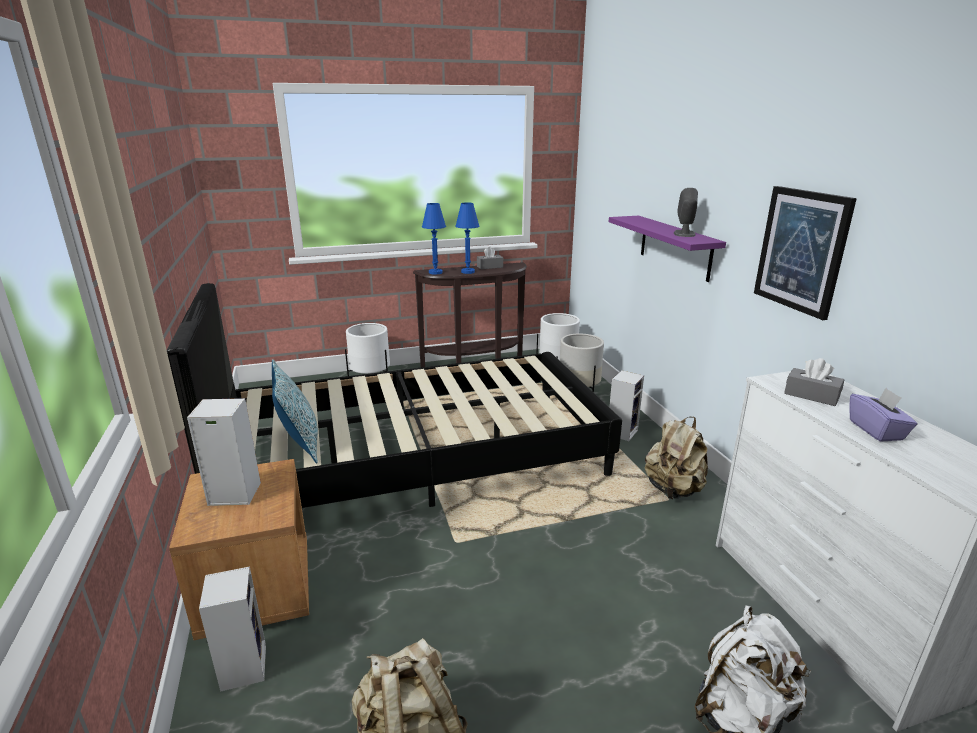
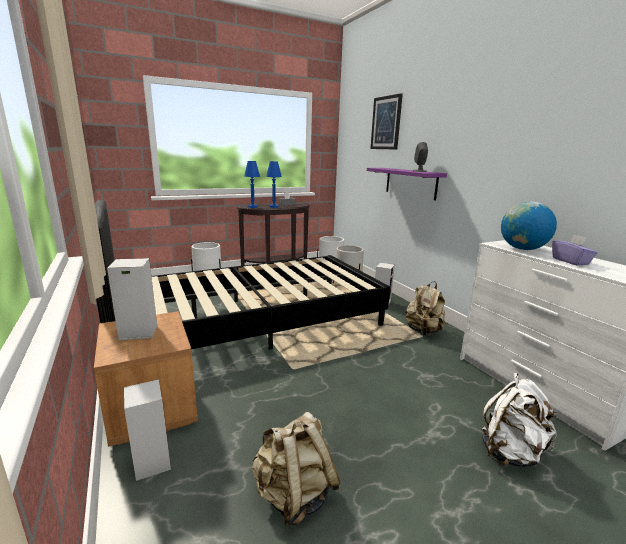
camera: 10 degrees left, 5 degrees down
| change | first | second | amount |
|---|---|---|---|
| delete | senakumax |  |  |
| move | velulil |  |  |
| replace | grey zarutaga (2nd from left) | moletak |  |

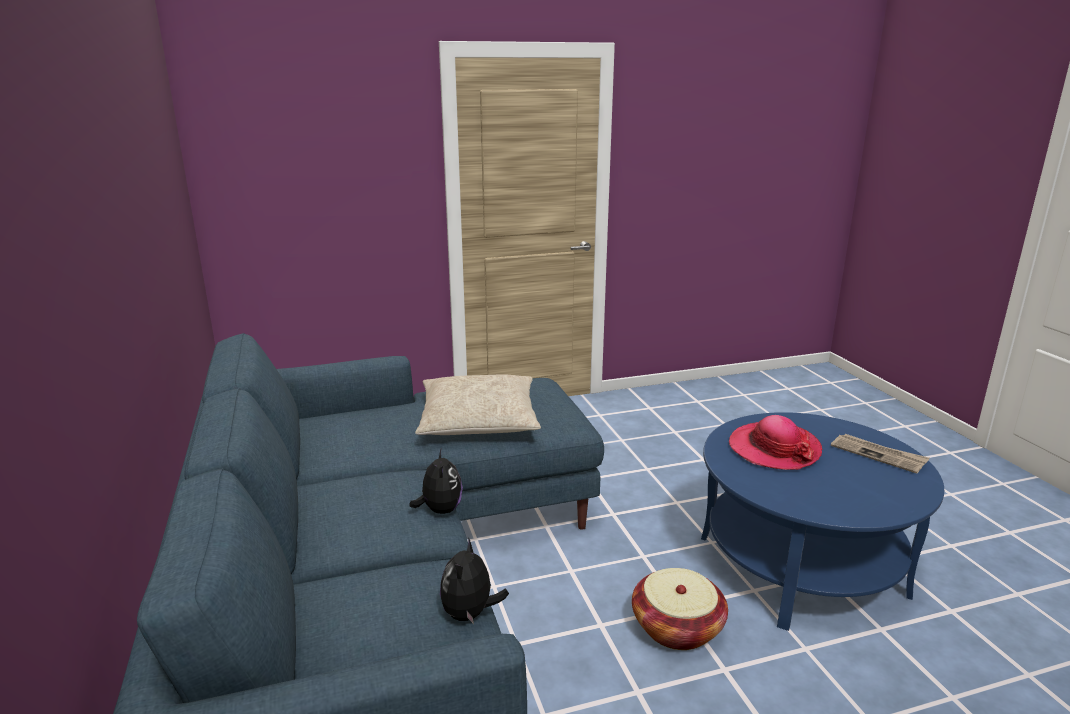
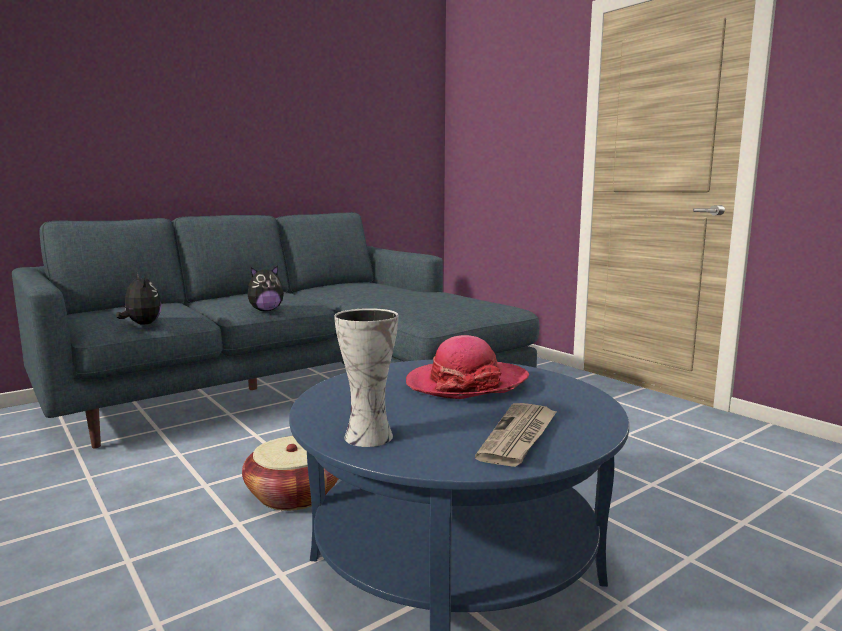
camera: 70 degrees right, 10 degrees down
| change | first | second | amount |
|---|---|---|---|
| delete | beige senakumax |  |  |
| rotate | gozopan (2nd from left in the first image) | gozopan (1st from left) | 60 degrees clockwise |
| insert |  | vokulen |  |

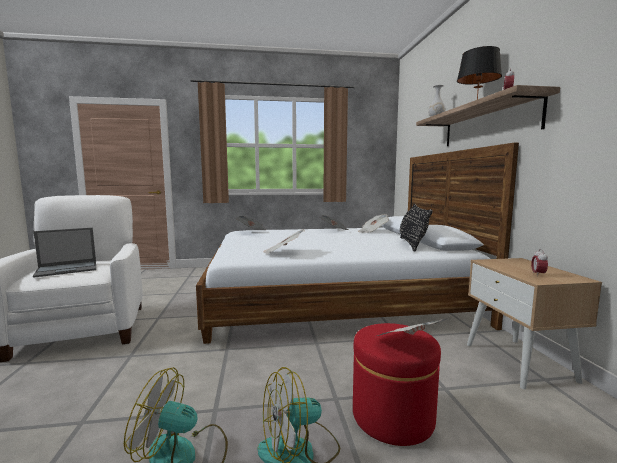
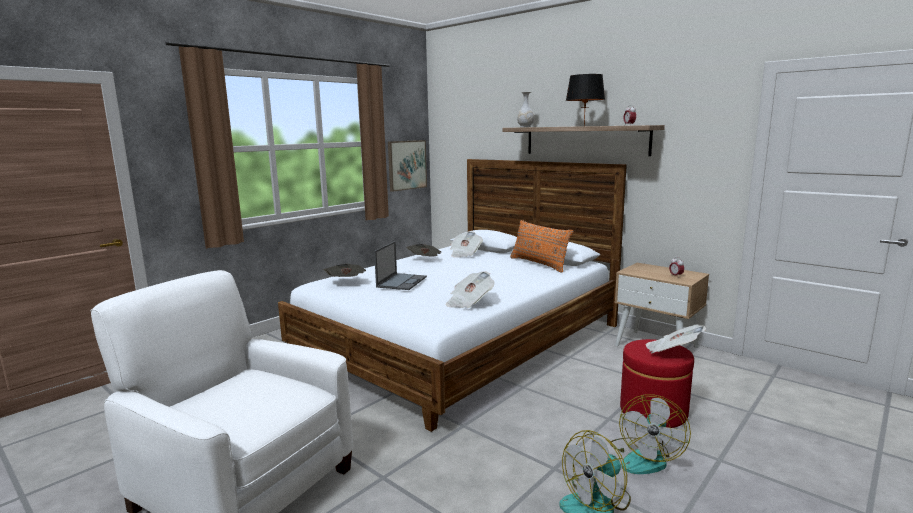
camera: 40 degrees left, 5 degrees up
| change | first | second | amount |
|---|---|---|---|
| move | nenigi |  |  |
| recolor | black senakumax | orange senakumax |  |
| insert |  | velulil |  |

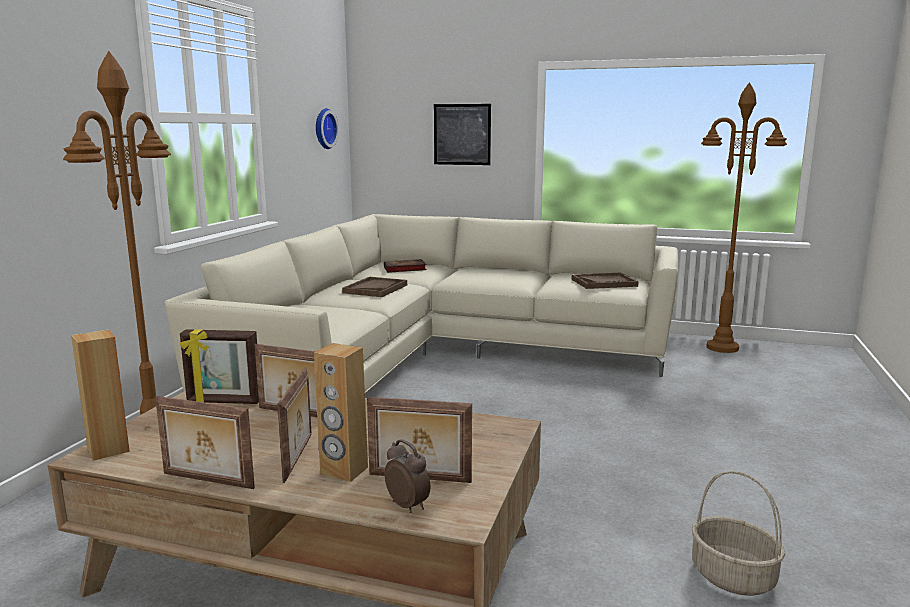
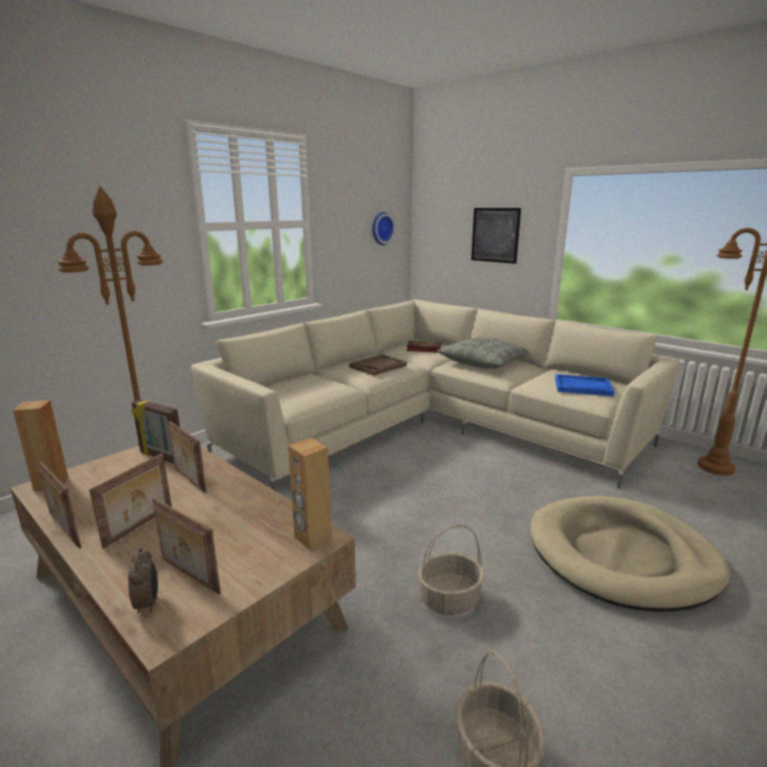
camera: 25 degrees right, 5 degrees up
| change | first | second | amount |
|---|---|---|---|
| move | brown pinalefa (2nd from left) |  |  |
| recolor | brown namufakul (2nd from left) | blue namufakul |  |
| insert |  | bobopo (1st from left) |  |
| insert |  | grey senakumax |  |
| insert |  | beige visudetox |  |

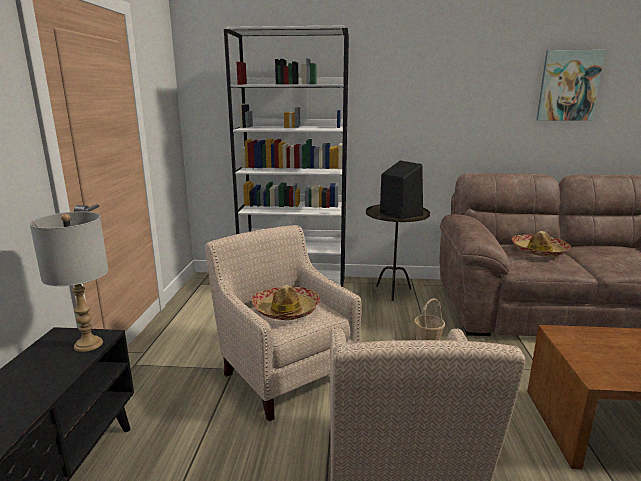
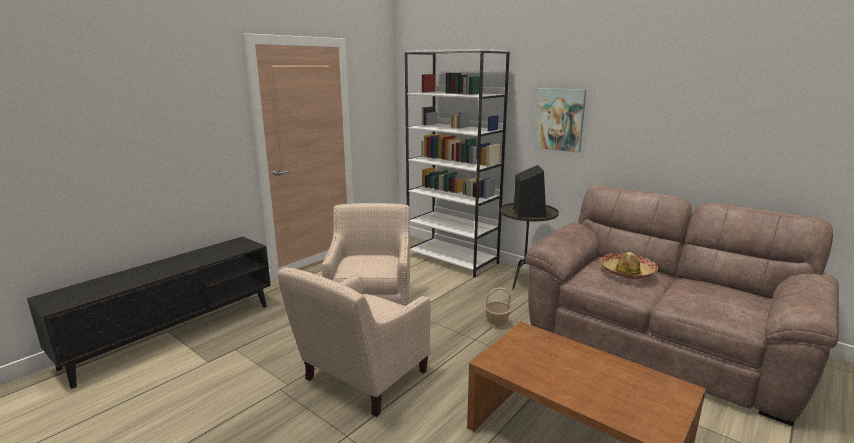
camera: 35 degrees right, 0 degrees up
| change | first | second | amount |
|---|---|---|---|
| delete | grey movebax |  |  |
| delete | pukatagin (1st from left) |  |  |
| move | velulil |  |  |

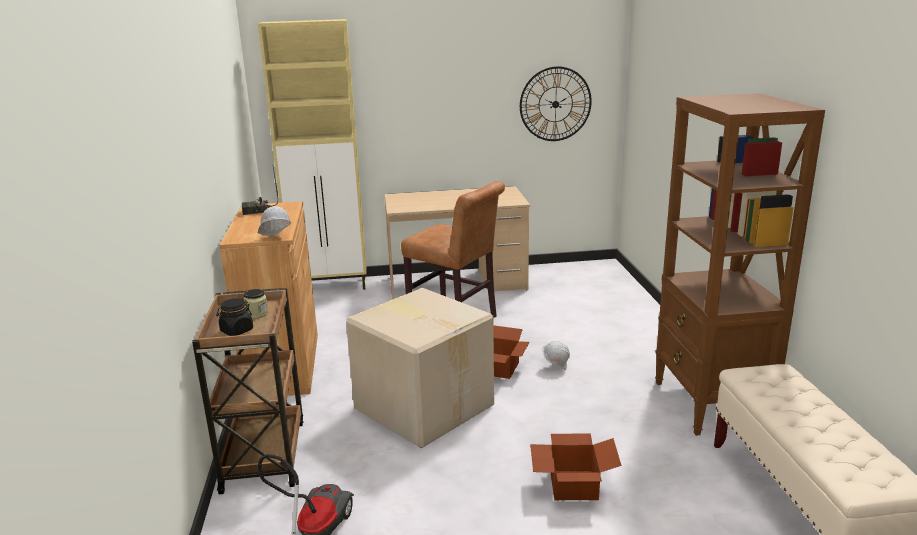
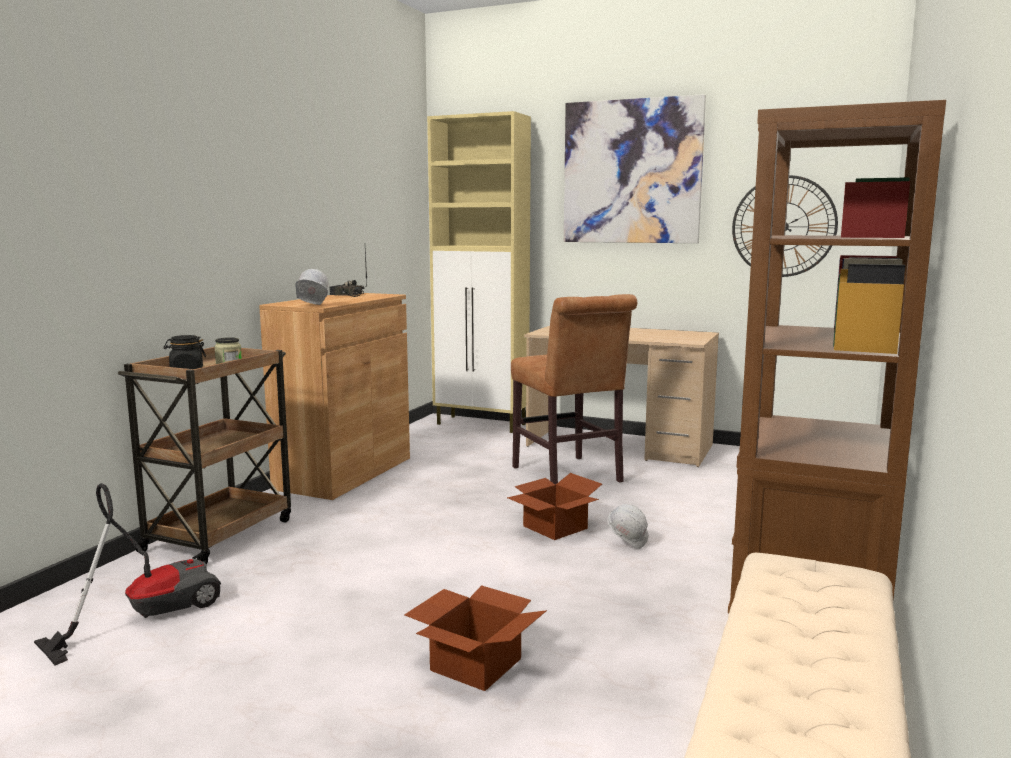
camera: 30 degrees right, 10 degrees down
| change | first | second | amount |
|---|---|---|---|
| delete | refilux (1st from left) |  |  |
| insert |  | velulil |  |

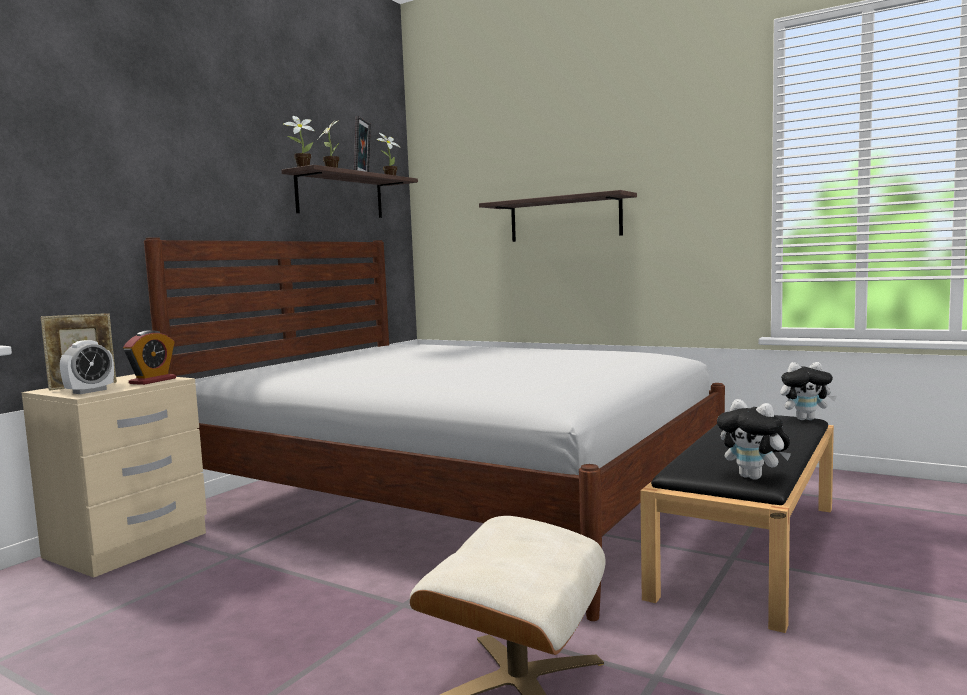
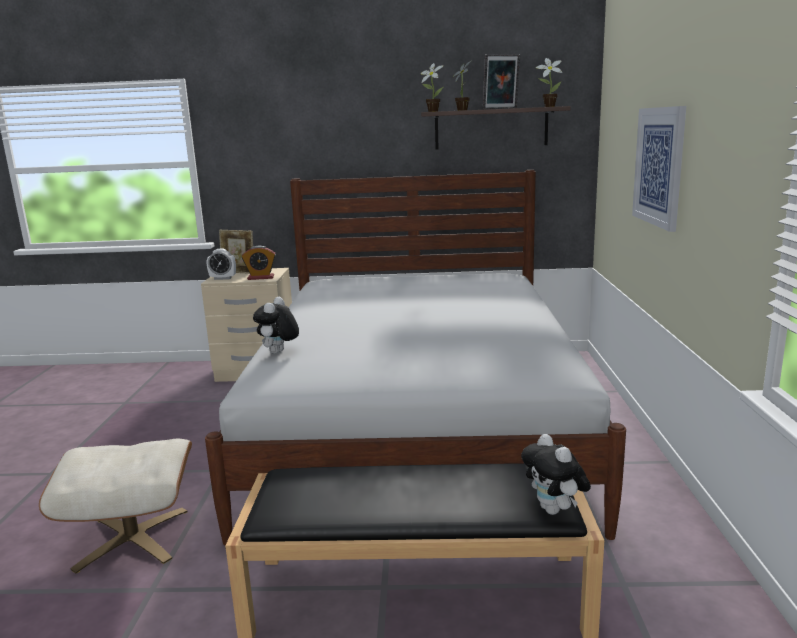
camera: 60 degrees right, 10 degrees up
| change | first | second | amount |
|---|---|---|---|
| replace | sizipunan (2nd from left) | velulil |  |
| move | gozopan (1st from left) |  |  |

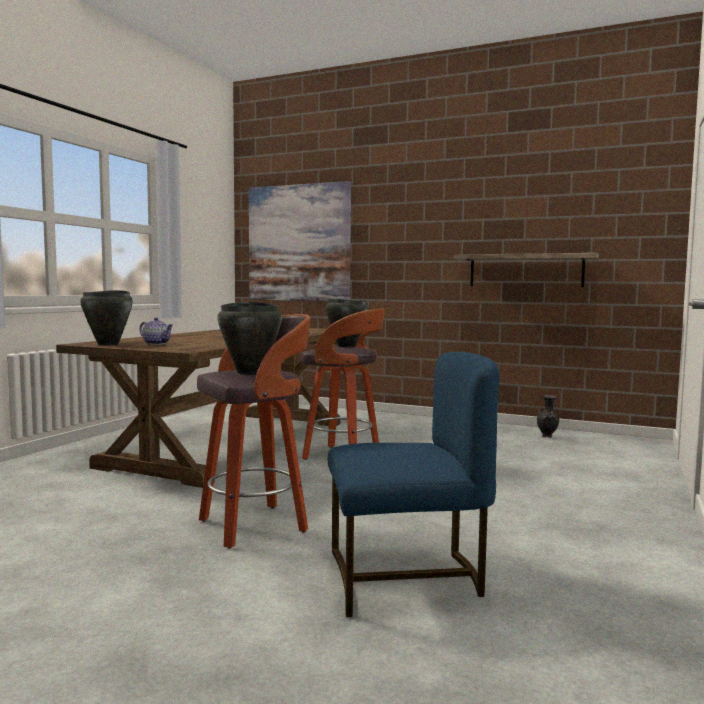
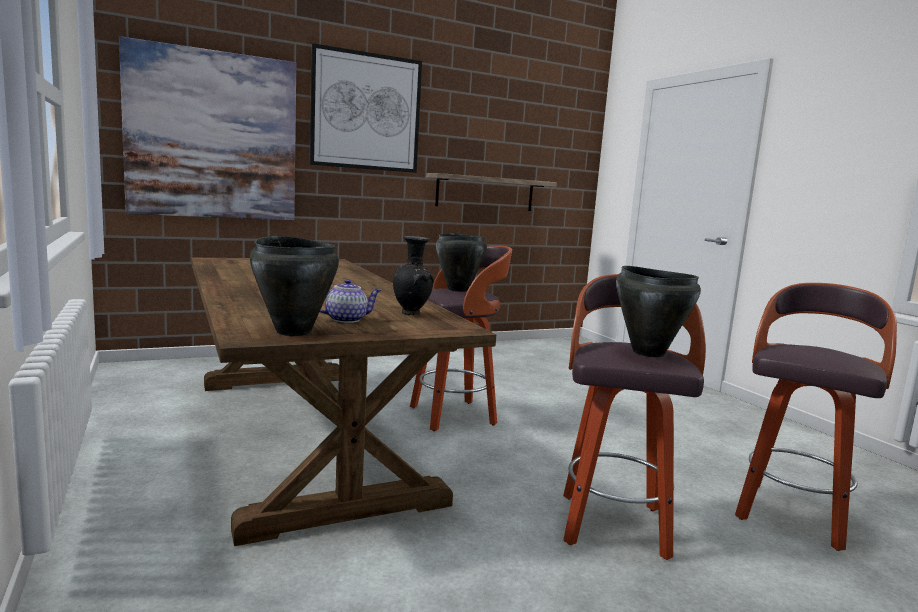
camera: 50 degrees left, 5 degrees up
| change | first | second | amount |
|---|---|---|---|
| replace | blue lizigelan | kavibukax (3rd from left) |  |
| move | black vokulen |  |  |
| insert |  | velulil (2nd from left) |  |

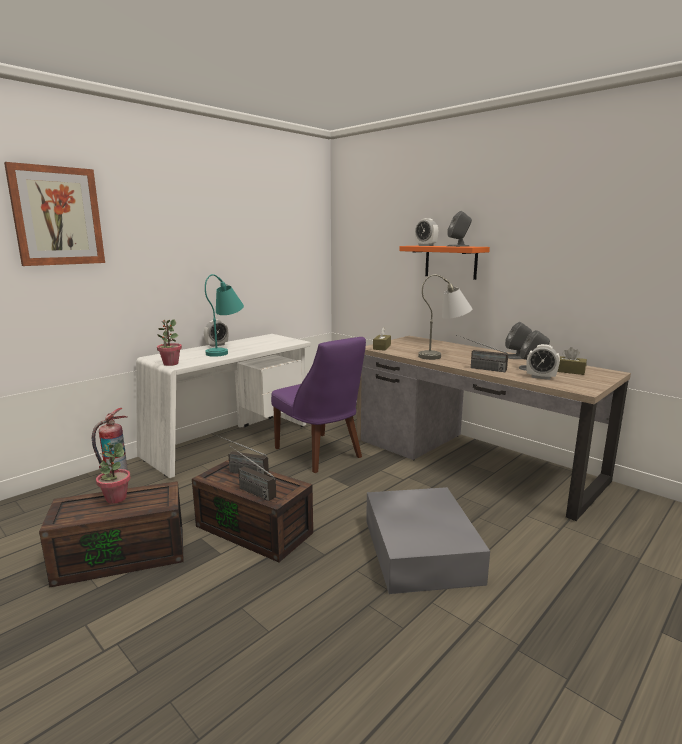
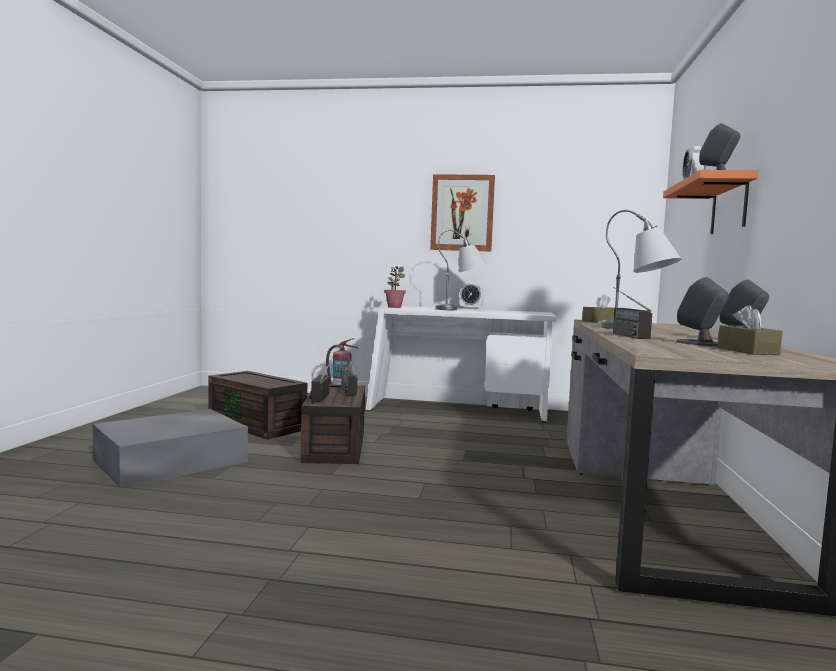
camera: 55 degrees right, 10 degrees down
| change | first | second | amount |
|---|---|---|---|
| move | velulil |  |  |
| delete | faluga (1st from left) |  |  |
| recolor | turquoise movebax | grey movebax (1st from left) |  |
| delete | purple lizigelan |  |  |
| move | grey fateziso |  |  |
| delete | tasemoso (3rd from left) |  |  |

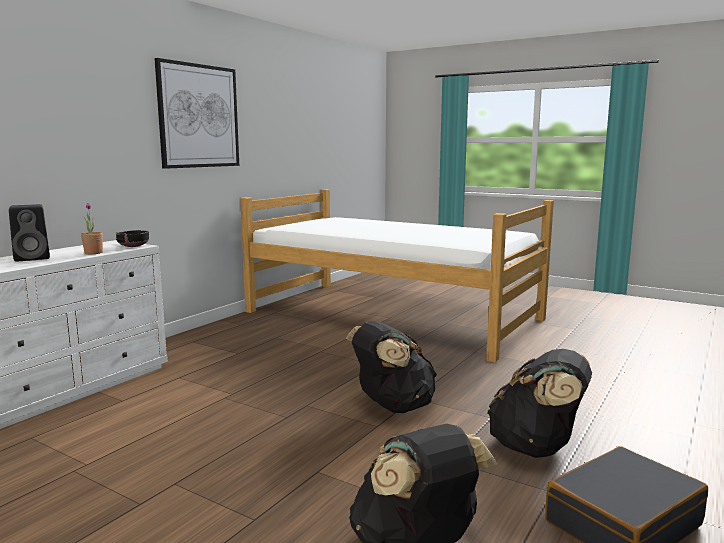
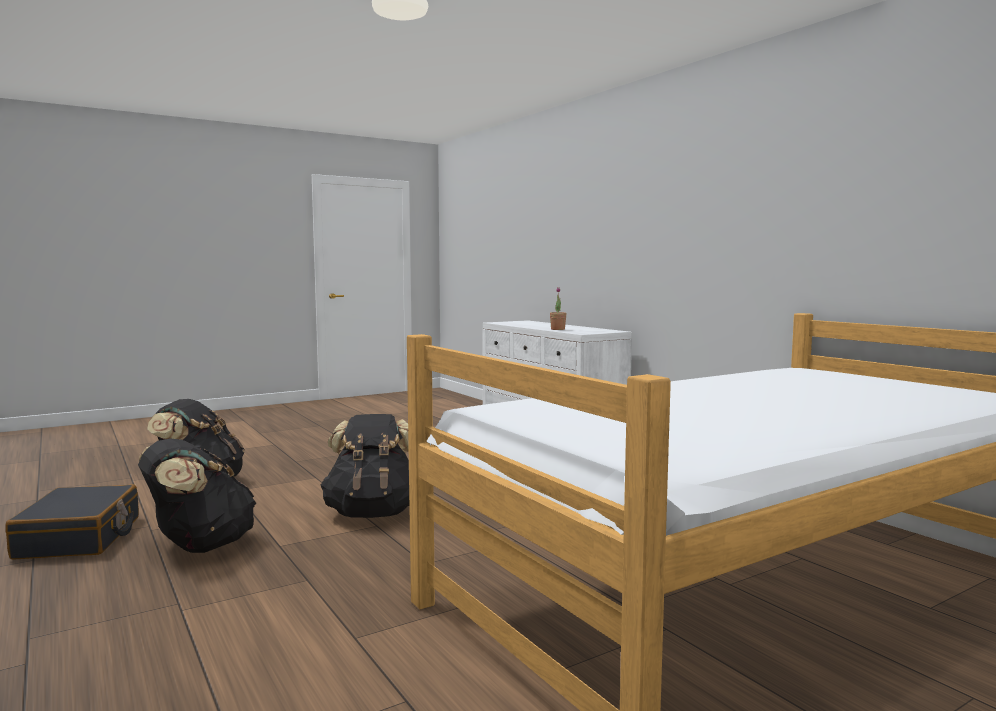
camera: 115 degrees right, 5 degrees down
| change | first | second | amount |
|---|---|---|---|
| delete | black pinalefa |  |  |
| delete | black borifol |  |  |
| delete | velulil |  |  |

